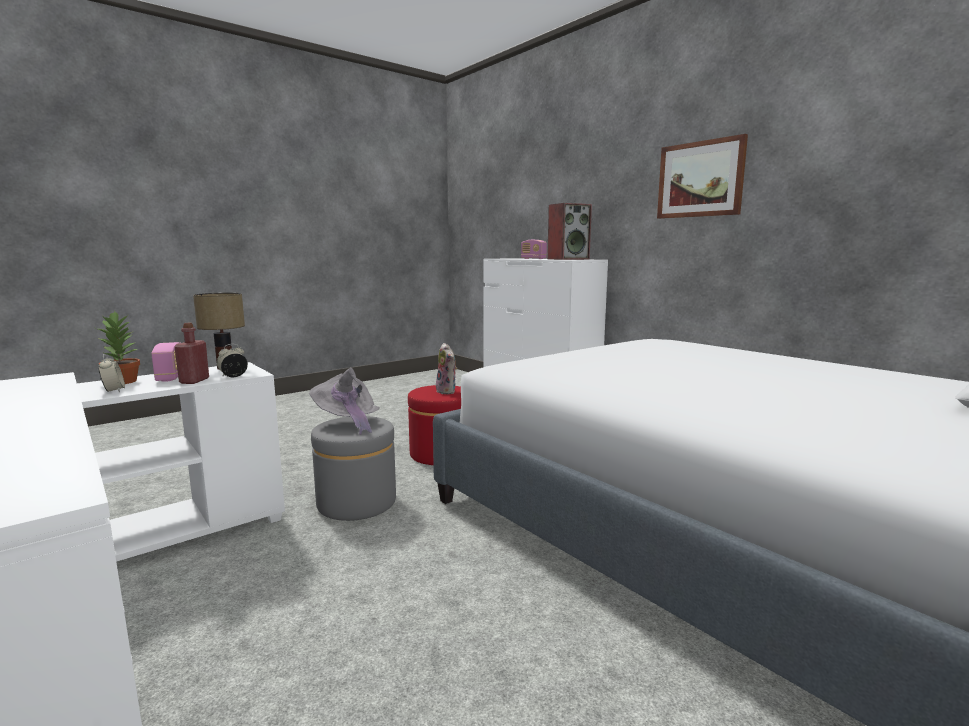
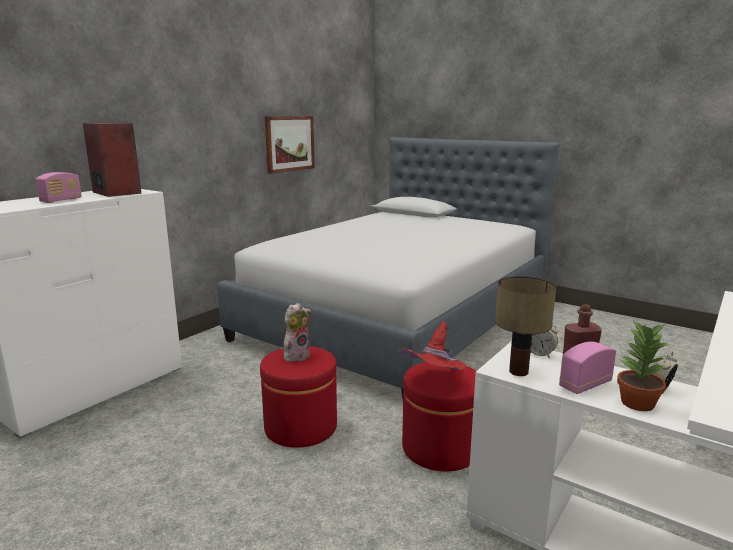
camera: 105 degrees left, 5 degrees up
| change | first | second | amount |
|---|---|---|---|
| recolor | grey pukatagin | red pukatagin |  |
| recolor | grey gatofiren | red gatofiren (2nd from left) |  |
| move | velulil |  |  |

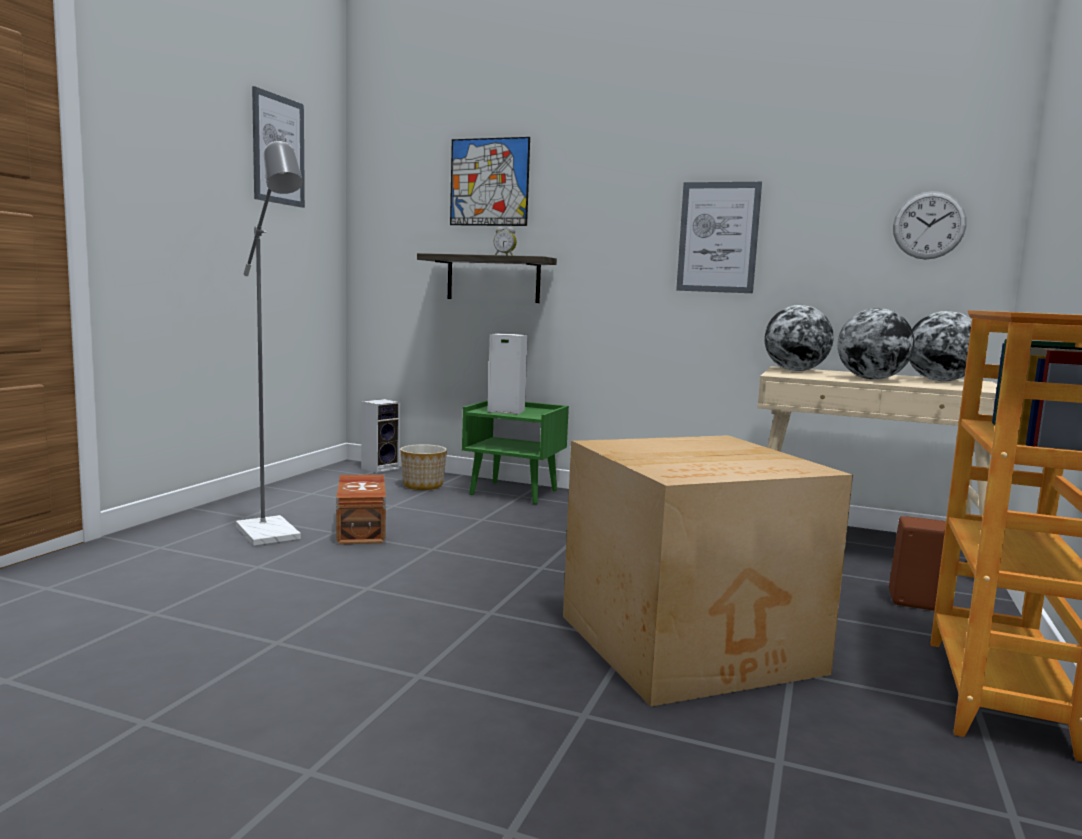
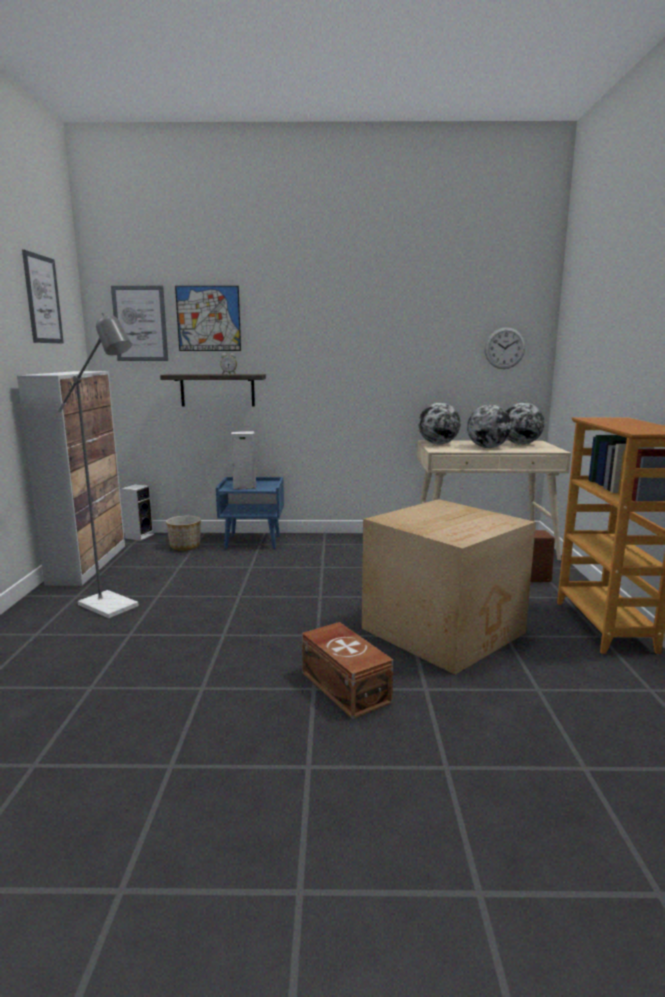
camera: 20 degrees left, 5 degrees up
| change | first | second | amount |
|---|---|---|---|
| move | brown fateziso |  |  |
| recolor | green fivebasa | blue fivebasa |  |
| move | velulil (3rd from left in the first image) | velulil (2nd from left) |  |
| insert |  | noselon |  |

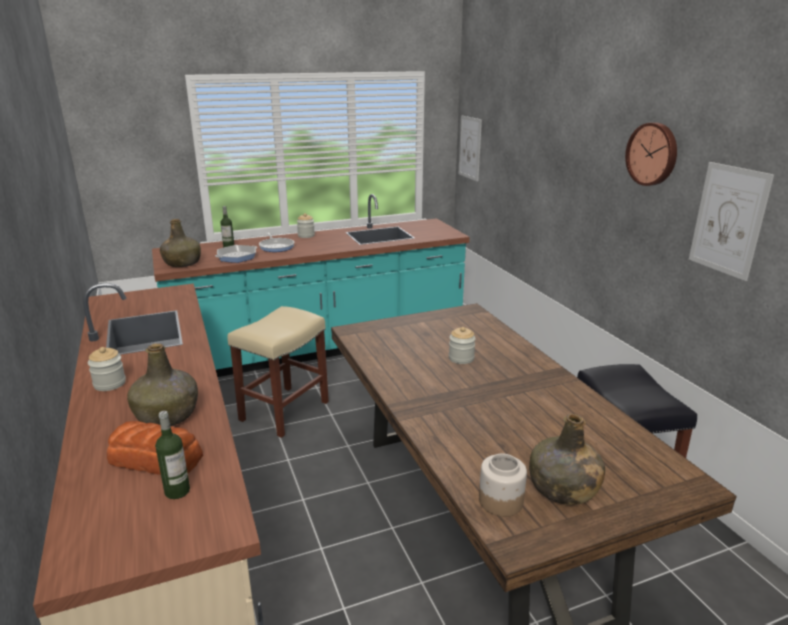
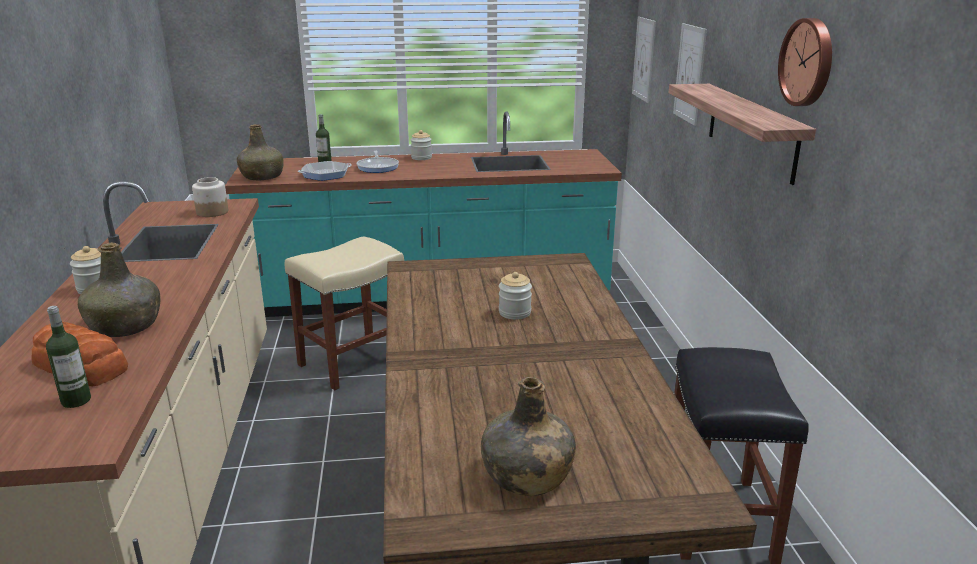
camera: 15 degrees right, 0 degrees up
| change | first | second | amount |
|---|---|---|---|
| move | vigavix (4th from left in the first image) | vigavix (2nd from left) |  |
| move | velulil (2nd from left) |  |  |
| insert |  | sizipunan |  |

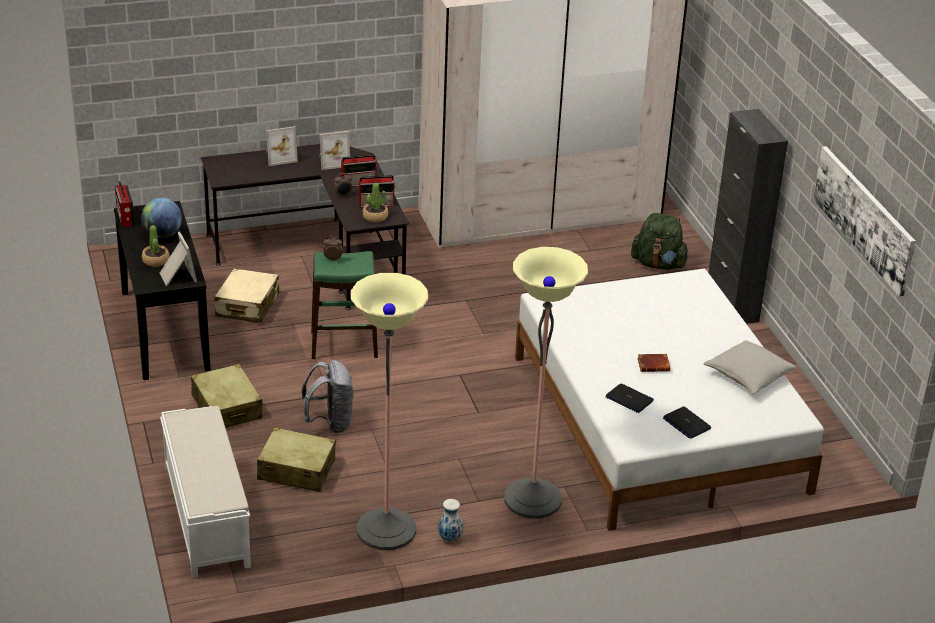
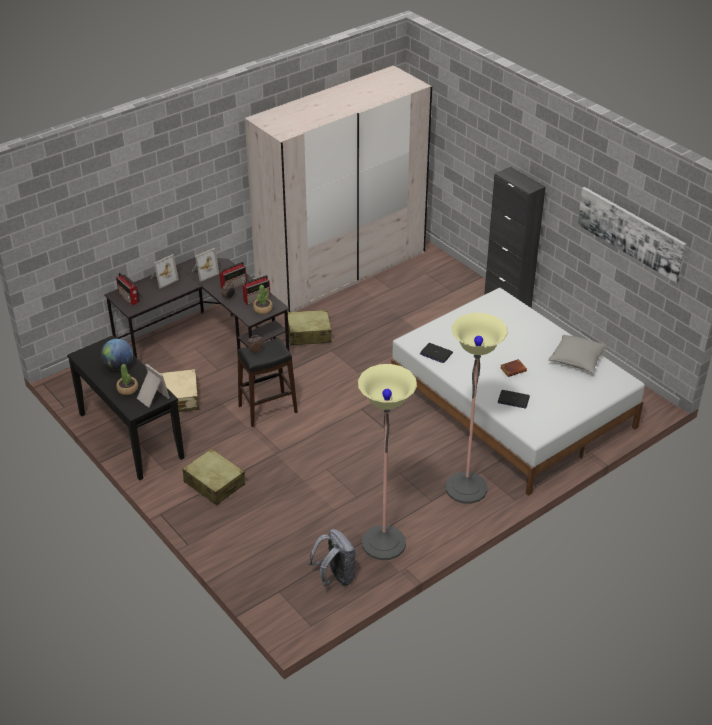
camera: 20 degrees left, 5 degrees up
| change | first | second | amount |
|---|---|---|---|
| move | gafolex (1st from left) |  |  |
| delete | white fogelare |  |  |
| move | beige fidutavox (3rd from left) |  |  |
| move | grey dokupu |  |  |
| recolor | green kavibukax | black kavibukax |  |
| delete | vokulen |  |  |
| delete | green dokupu |  |  |
| move | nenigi (2nd from left in the first image) | nenigi (1st from left) |  |

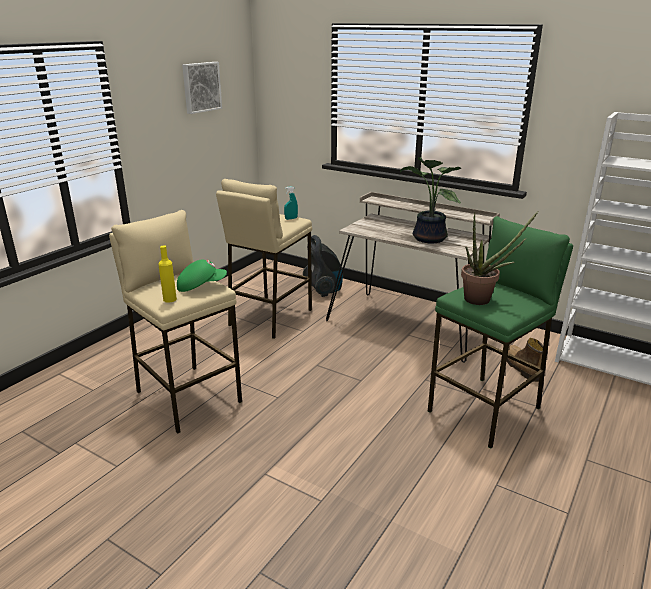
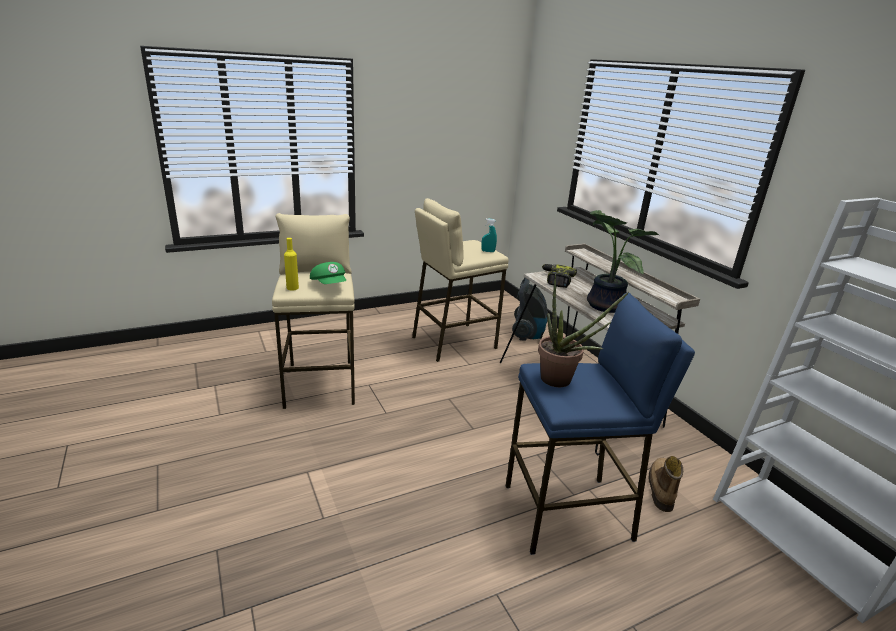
camera: 30 degrees right, 0 degrees up
| change | first | second | amount |
|---|---|---|---|
| rotate | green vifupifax |  | 45 degrees clockwise |
| delete | velulil |  |  |
| recolor | green kavibukax | blue kavibukax |  |
| insert |  | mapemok |  |

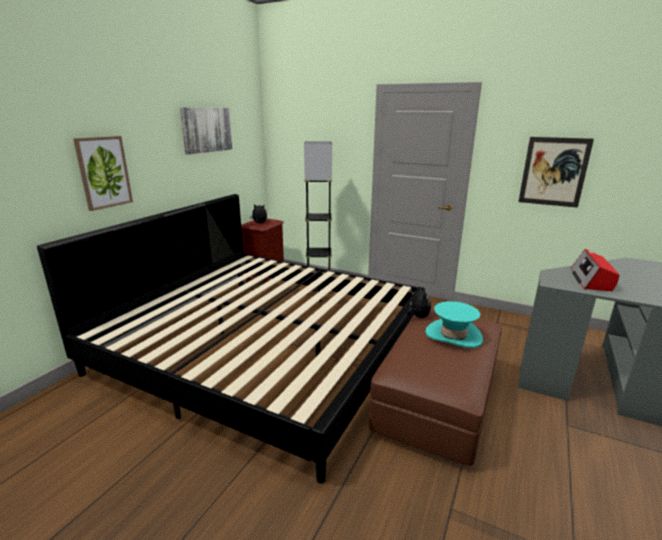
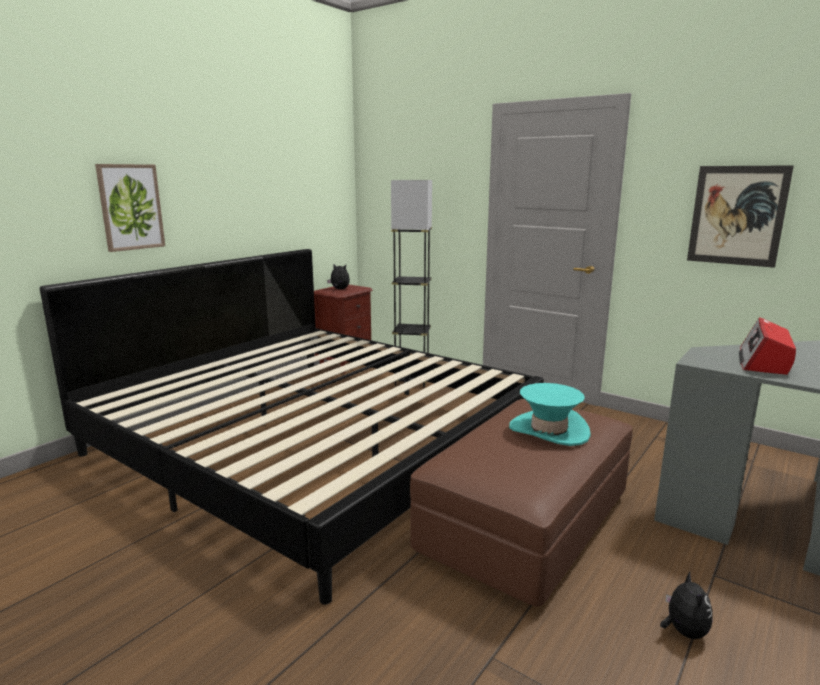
camera: 10 degrees right, 5 degrees down
| change | first | second | amount |
|---|---|---|---|
| delete | velulil (2nd from left) |  |  |
| move | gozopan (2nd from left) |  |  |

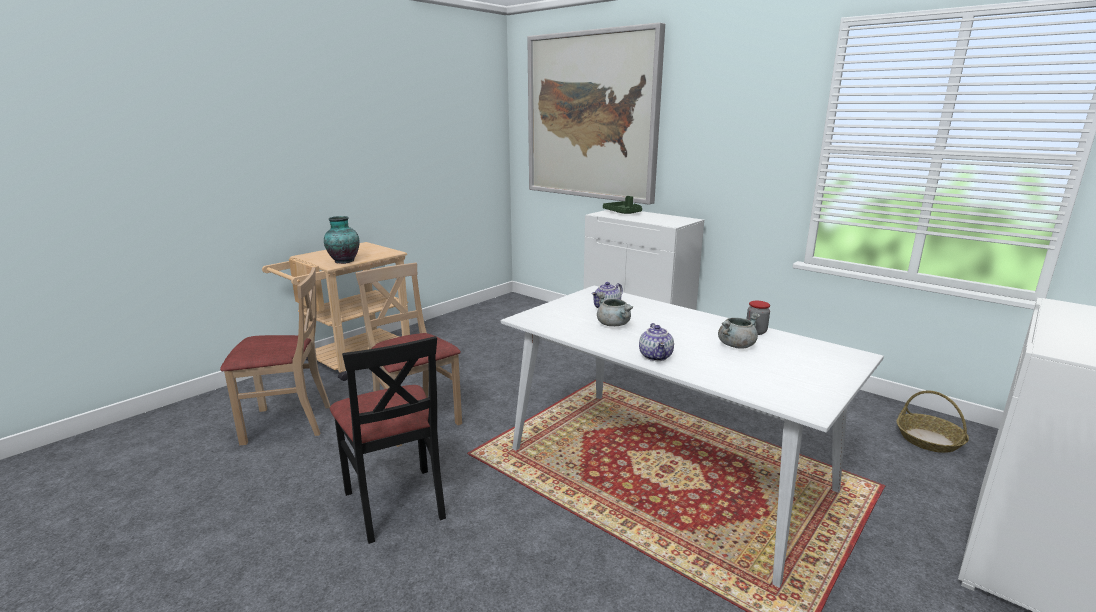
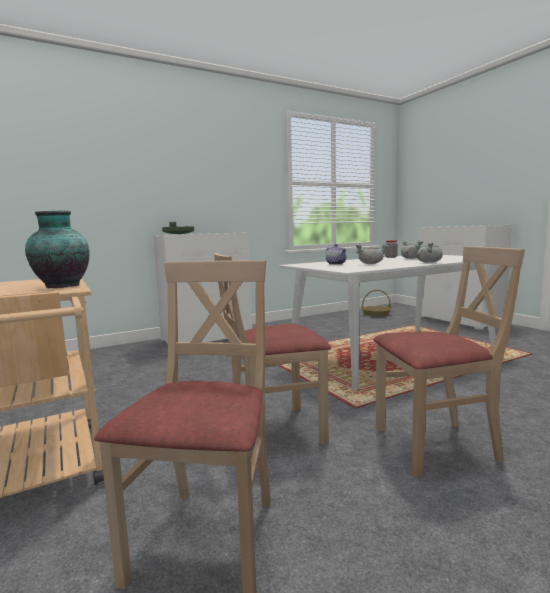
camera: 70 degrees left, 10 degrees down
| change | first | second | amount |
|---|---|---|---|
| recolor | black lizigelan | beige lizigelan (3rd from left) |  |
| delete | velulil |  |  |
| replace | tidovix (2nd from left) | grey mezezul (3rd from left) |  |

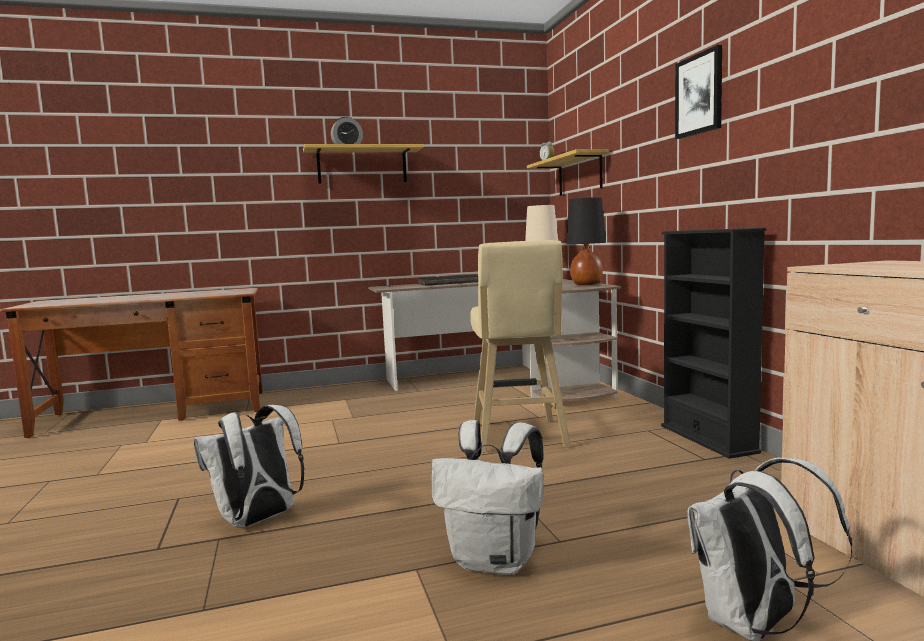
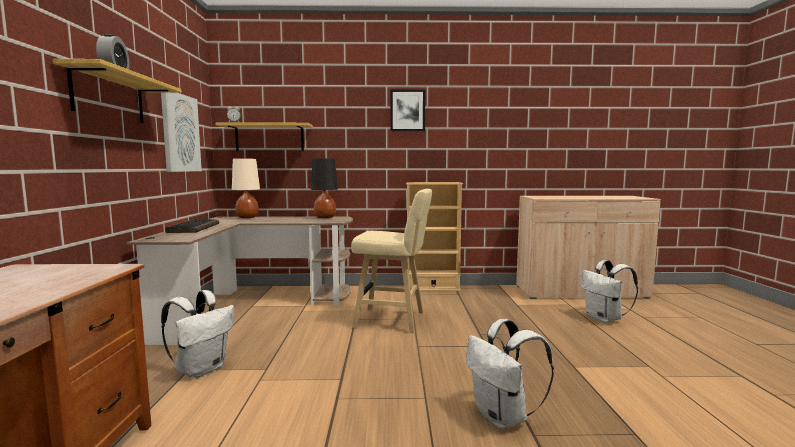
camera: 75 degrees left, 0 degrees up
| change | first | second | amount |
|---|---|---|---|
| move | white dokupu (2nd from left in the first image) | white dokupu (1st from left) |  |
| recolor | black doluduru | beige doluduru |  |
| insert |  | velulil (1st from left) |  |

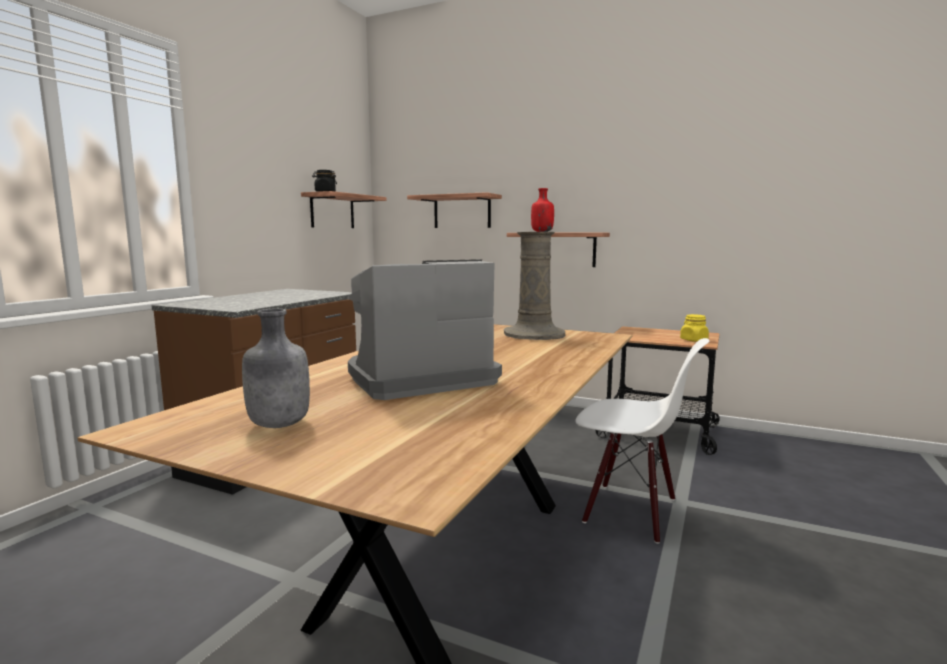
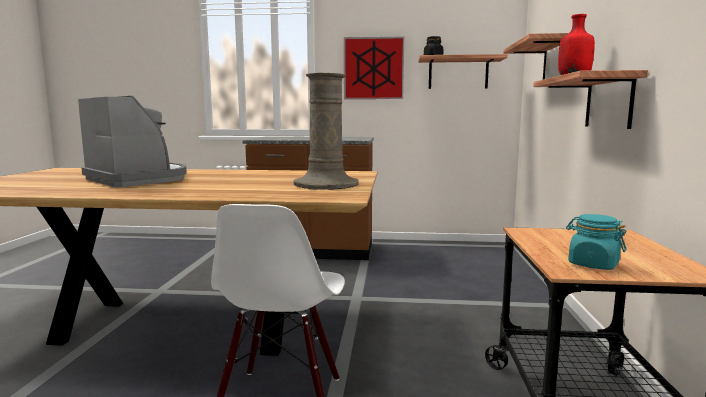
camera: 70 degrees right, 0 degrees up
| change | first | second | amount |
|---|---|---|---|
| delete | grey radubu |  |  |
| recolor | yellow vigavix | turquoise vigavix |  |
| insert |  | velulil |  |

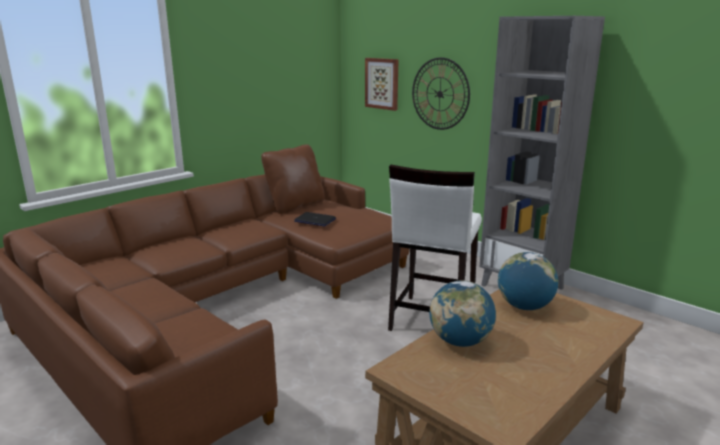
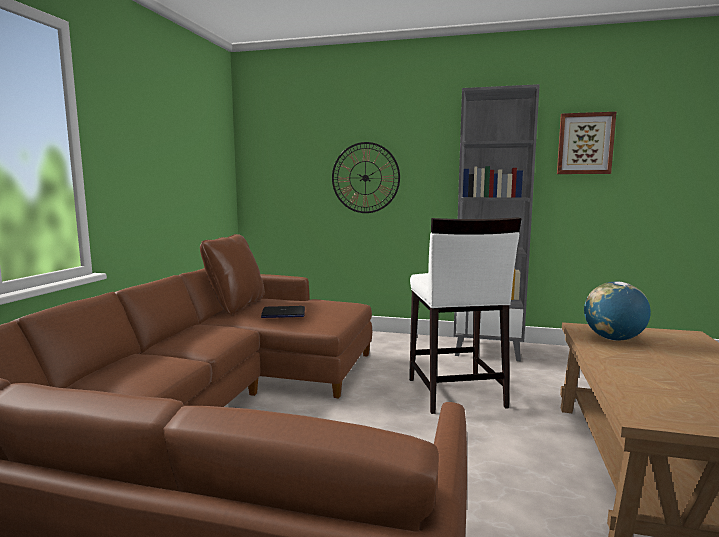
camera: 30 degrees left, 10 degrees down
| change | first | second | amount |
|---|---|---|---|
| move | velulil |  |  |
| delete | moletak (1st from left) |  |  |

